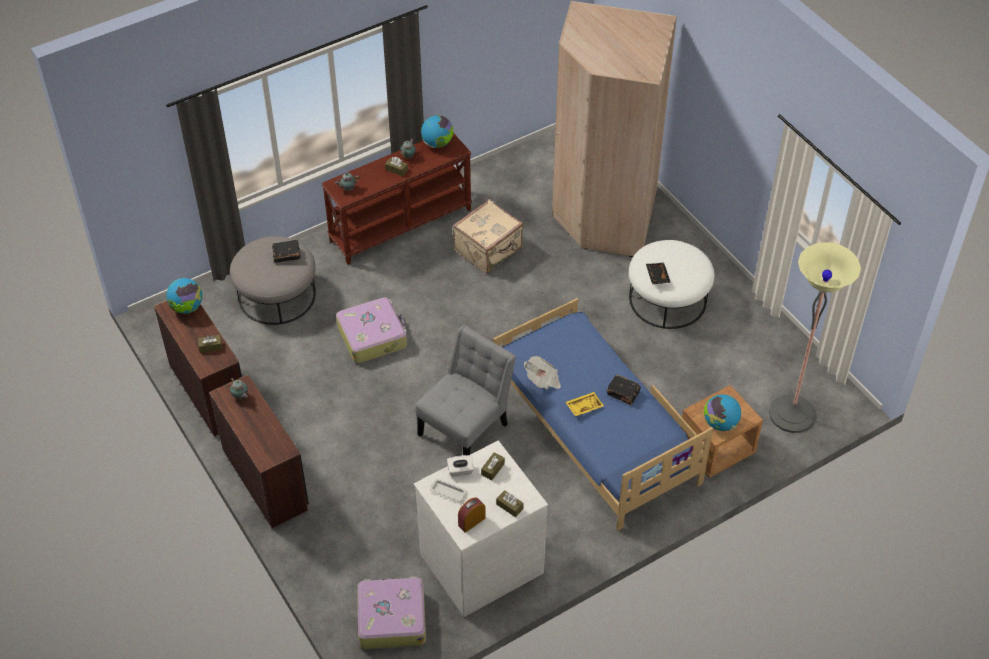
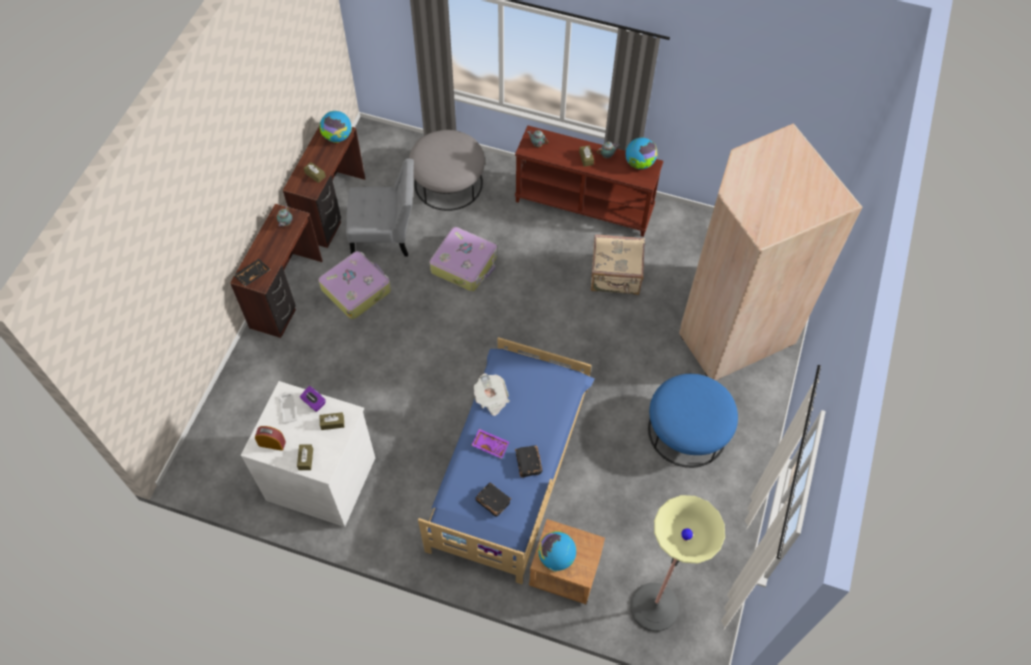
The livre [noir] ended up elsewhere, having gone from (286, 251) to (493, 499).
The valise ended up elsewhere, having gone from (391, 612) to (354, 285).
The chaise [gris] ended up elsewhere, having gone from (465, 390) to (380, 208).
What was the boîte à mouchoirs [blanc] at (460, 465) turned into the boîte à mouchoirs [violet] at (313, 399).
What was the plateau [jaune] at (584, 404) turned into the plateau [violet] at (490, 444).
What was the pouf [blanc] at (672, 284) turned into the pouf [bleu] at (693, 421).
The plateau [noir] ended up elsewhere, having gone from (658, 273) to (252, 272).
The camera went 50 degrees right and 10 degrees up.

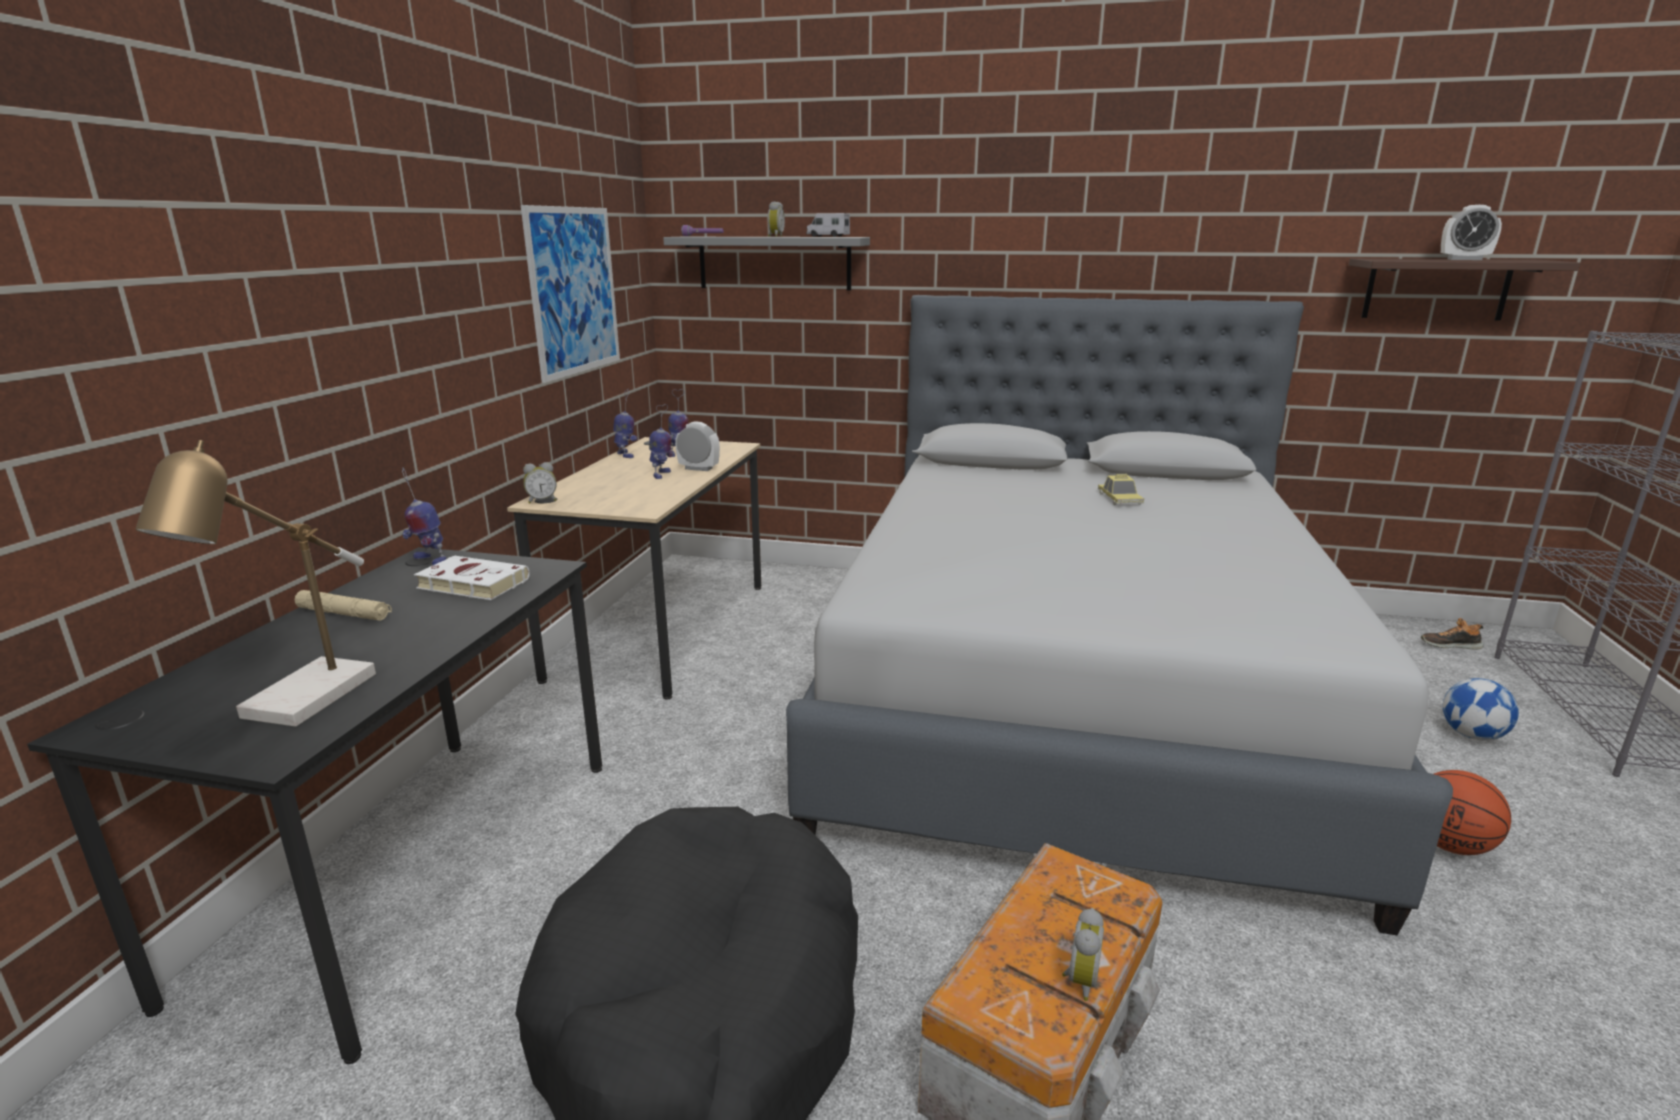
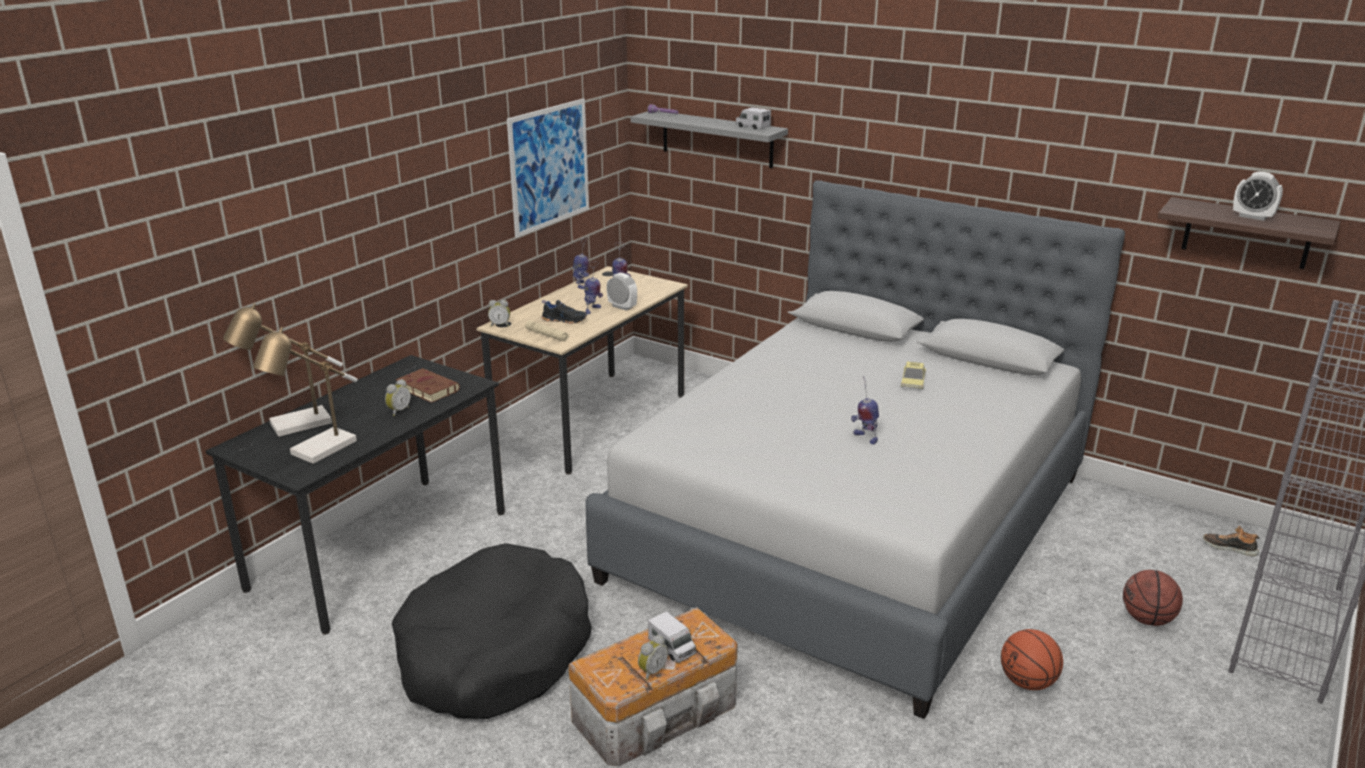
The lampe de poche [beige] ended up elsewhere, having gone from (343, 605) to (547, 331).
The robot jouet ended up elsewhere, having gone from (424, 516) to (865, 410).
What was the livre [blanc] at (472, 577) turned into the livre [marron] at (428, 385).
The réveil ended up elsewhere, having gone from (776, 219) to (398, 397).
Where the ballon de foot stood at (1481, 709), the ballon de basket came to stand at (1153, 598).
The second view gained the lampe de table at (283, 370).
The second view gained the chaussure [noir] at (564, 312).
The second view gained the camion jouet at (672, 637).
The camera went 20 degrees right and 5 degrees up.

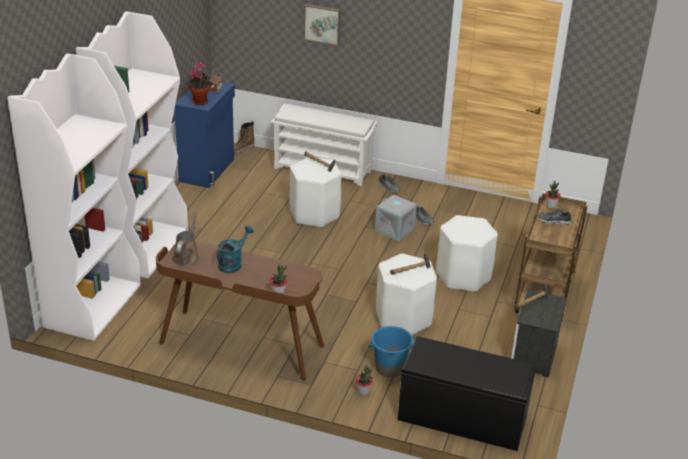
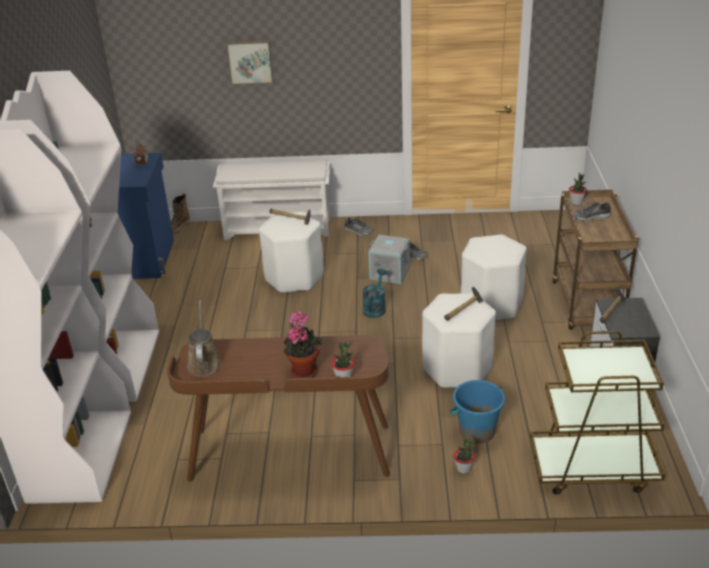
The plante en pot ended up elsewhere, having gone from (199, 83) to (302, 344).
The arrosoir [turquoise] ended up elsewhere, having gone from (235, 249) to (374, 293).
Where the banc [noir] stood at (467, 393), the chariot [marron] came to stand at (597, 412).
The camera went 15 degrees left and 0 degrees up.

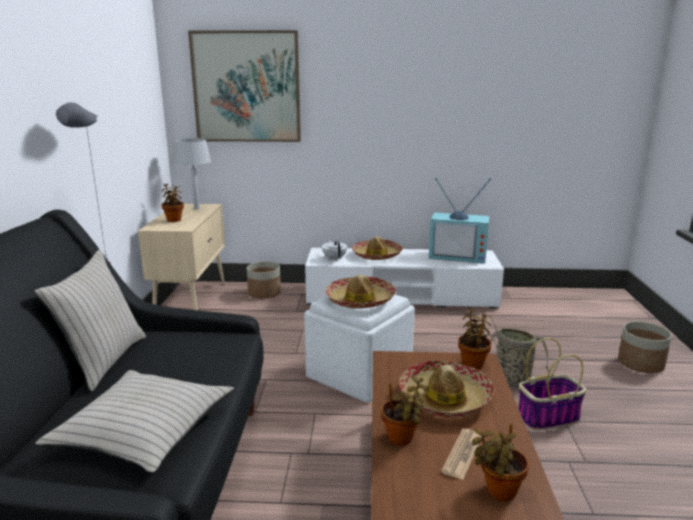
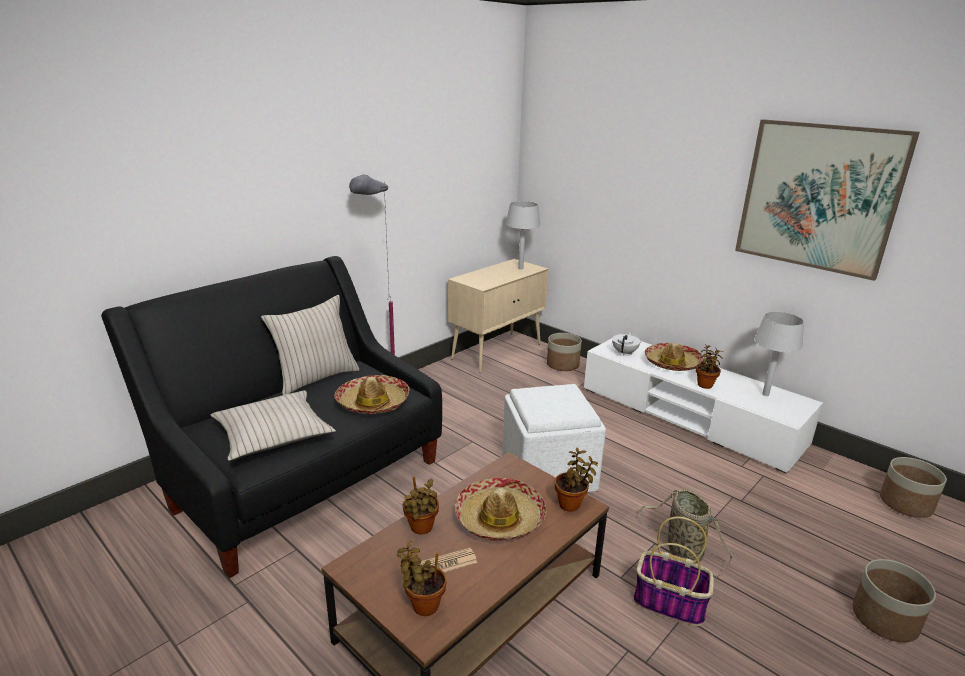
The plante en pot ended up elsewhere, having gone from (172, 202) to (709, 366).
The tableau ended up elsewhere, having gone from (244, 86) to (827, 200).
The chapeau ended up elsewhere, having gone from (361, 291) to (371, 394).
Where the téléviseur stood at (460, 221), the lampe de table [gris] came to stand at (779, 354).
The second view gained the cache-pot at (913, 487).
The camera went 40 degrees right and 5 degrees up.

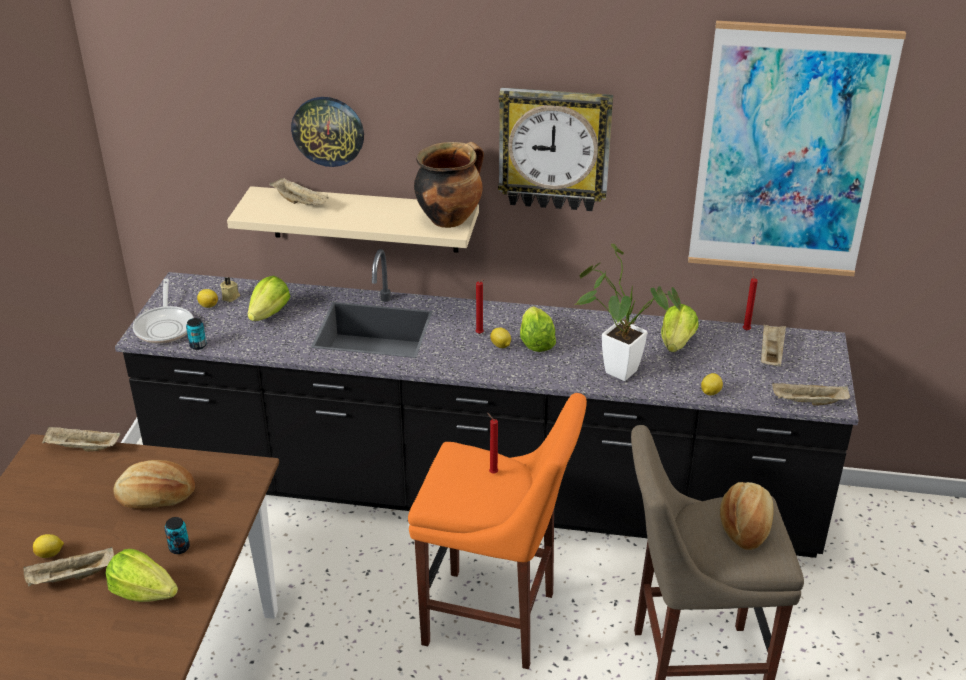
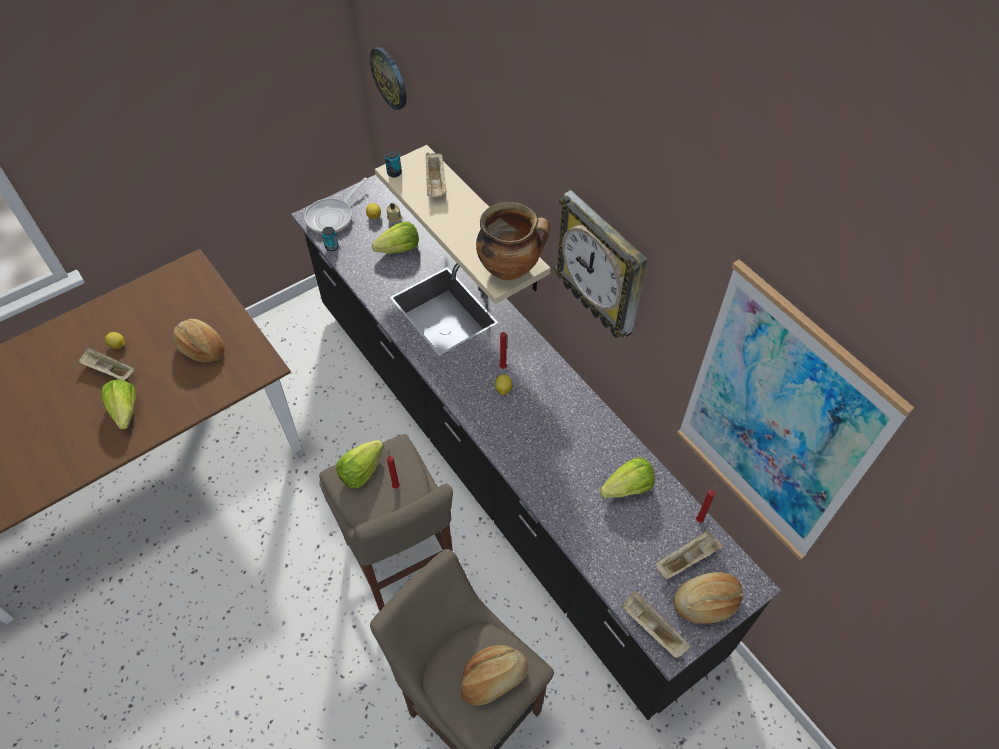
The second view lost the plateau [beige] at (81, 439).
The boîte métallique ended up elsewhere, having gone from (177, 535) to (393, 164).
The horloge murale ended up elsewhere, having gone from (327, 132) to (388, 78).
What was the tabouret [orange] at (497, 531) turned into the tabouret [beige] at (386, 522).
The laitue ended up elsewhere, having gone from (538, 329) to (360, 464).
The second view lost the plante en pot at (627, 312).
The second view lost the citron at (712, 384).
The second view gained the pain at (708, 598).
The camera went 45 degrees right and 20 degrees up.

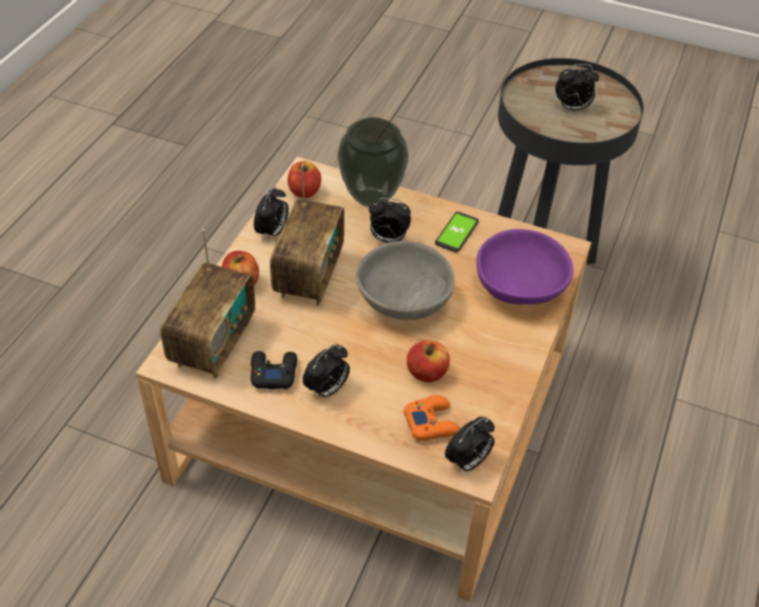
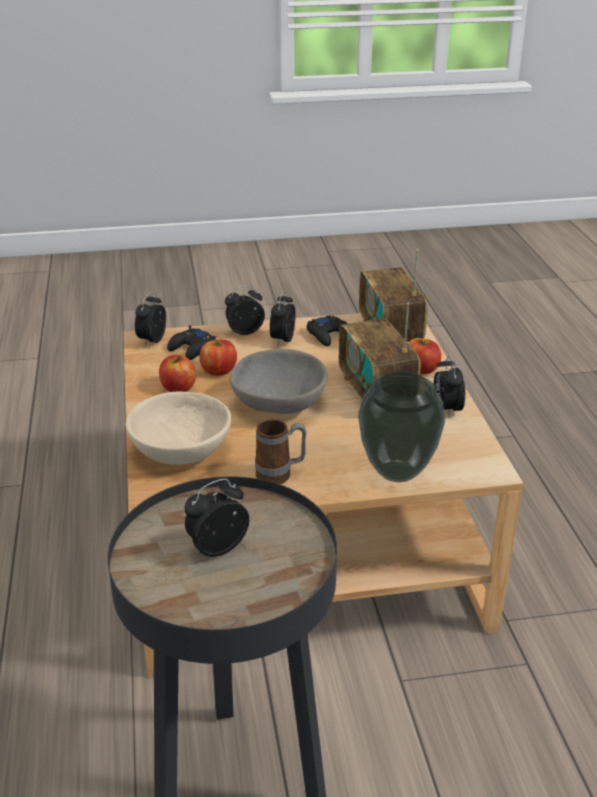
The pomme ended up elsewhere, having gone from (304, 179) to (177, 373).
The réveil ended up elsewhere, having gone from (390, 220) to (245, 310).
What was the manette [orange] at (431, 418) turned into the manette [noir] at (191, 342).
Where the téléphone stood at (457, 232), the mug came to stand at (281, 451).
What was the bol [violet] at (524, 266) turned into the bol [beige] at (178, 428).
The camera went 150 degrees right and 15 degrees down.

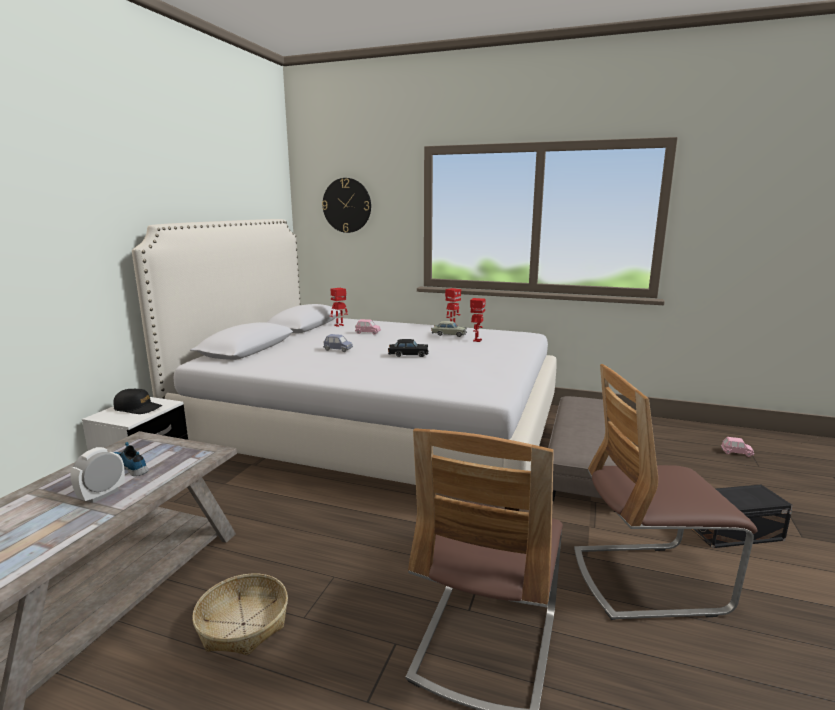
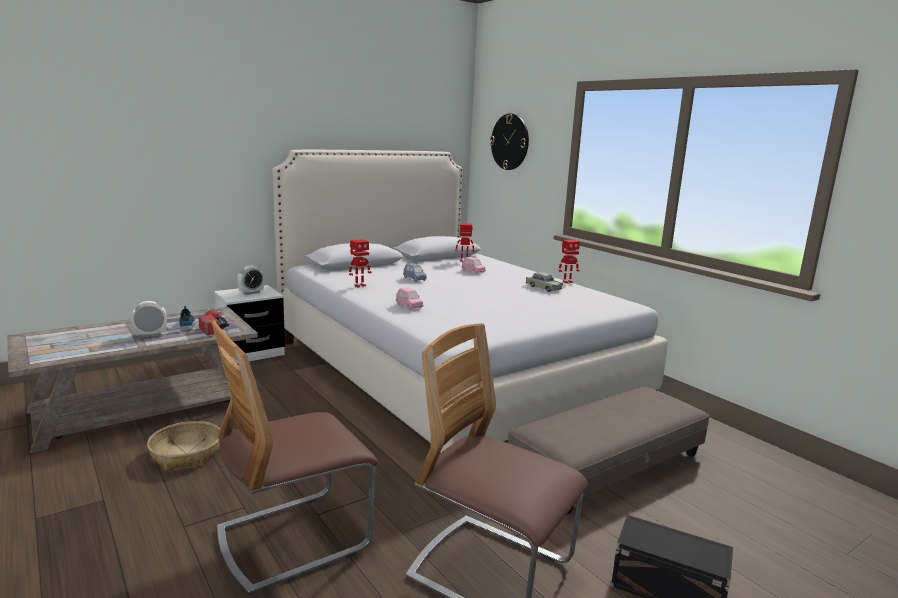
Where the casquette [noir] stood at (137, 401), the réveil came to stand at (250, 280).
The second view lost the petite voiture [noir] at (408, 348).
The robot jouet ended up elsewhere, having gone from (478, 320) to (360, 263).
The petite voiture [rose] ended up elsewhere, having gone from (737, 447) to (409, 298).
The second view gained the lampe de poche at (213, 322).
The camera went 35 degrees right and 0 degrees up.

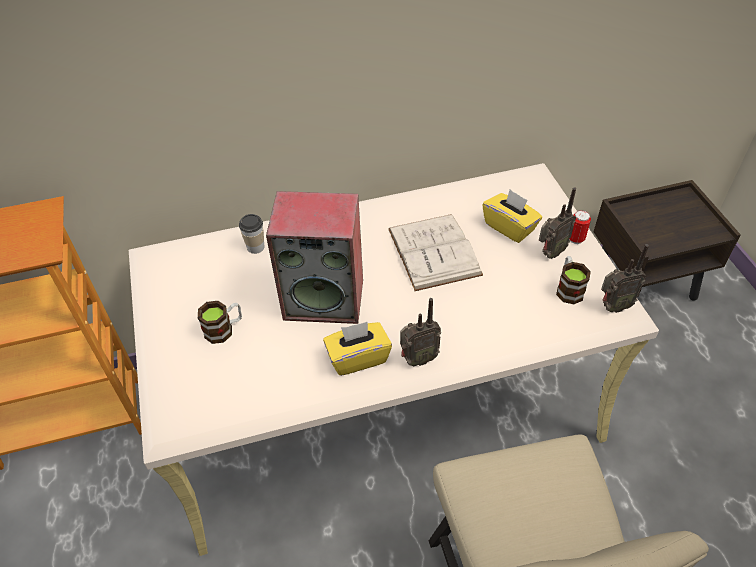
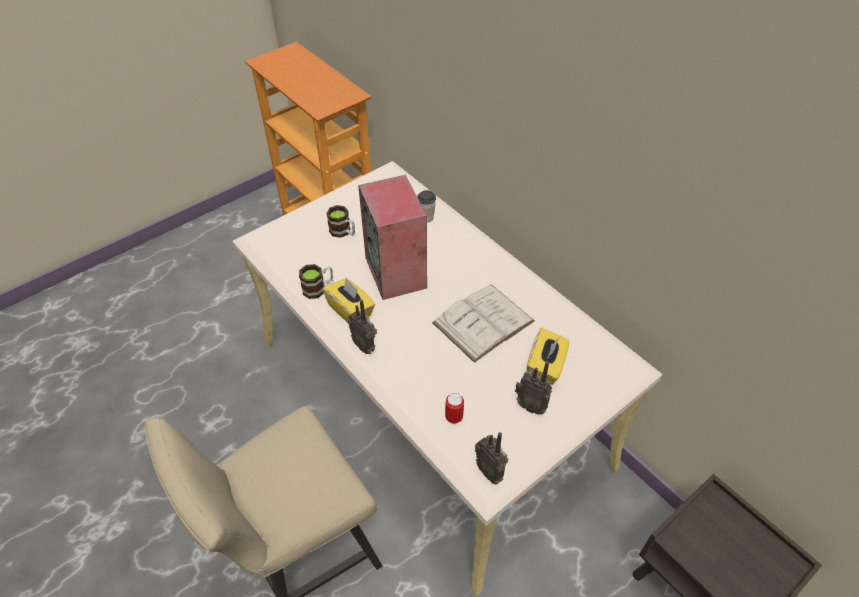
The mug ended up elsewhere, having gone from (573, 280) to (316, 281).
The boîte métallique ended up elsewhere, having gone from (580, 227) to (454, 408).
The camera went 65 degrees right and 0 degrees up.

